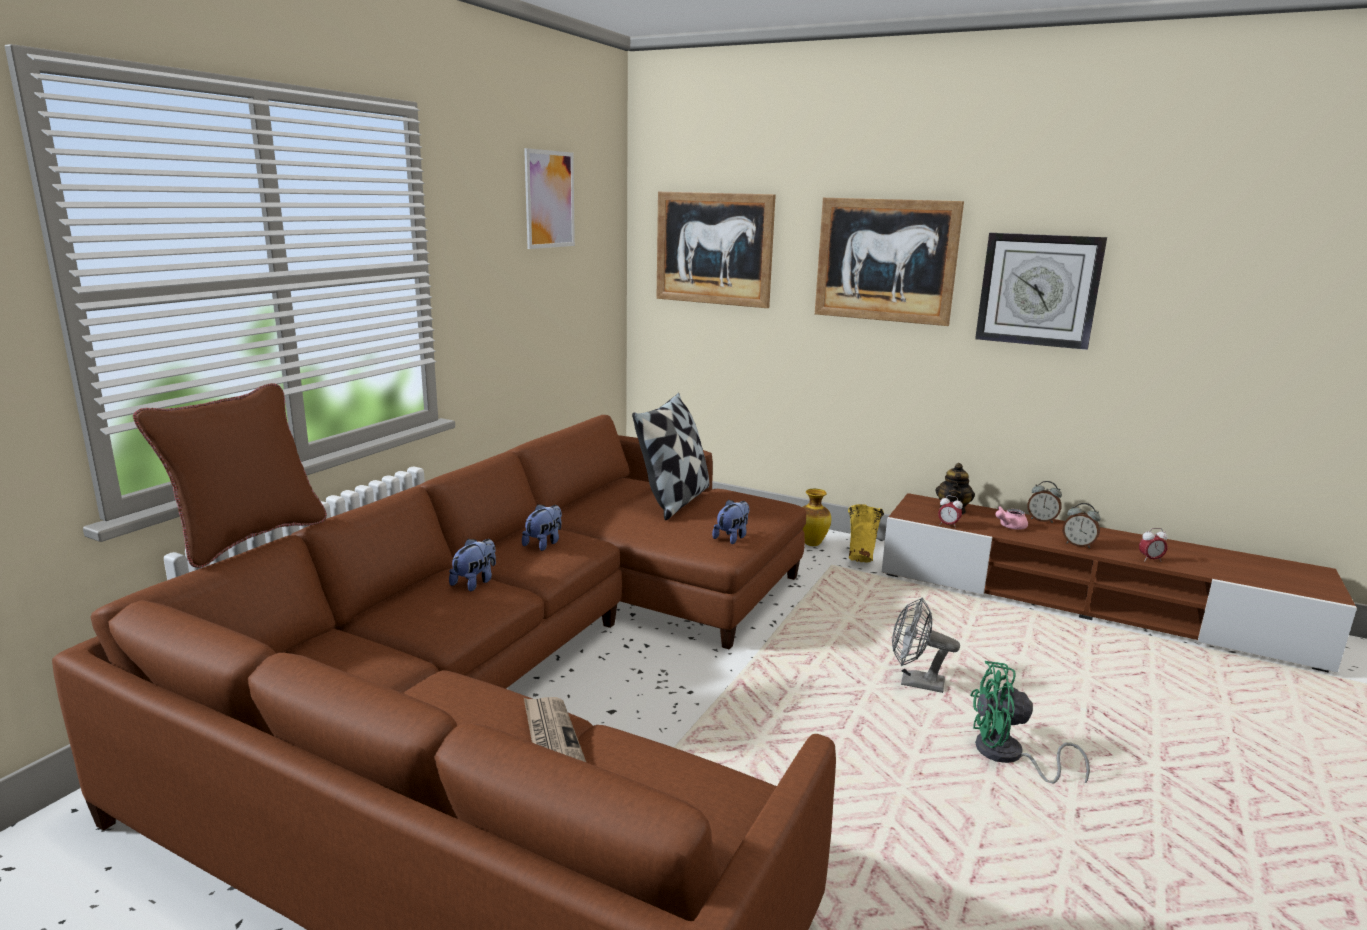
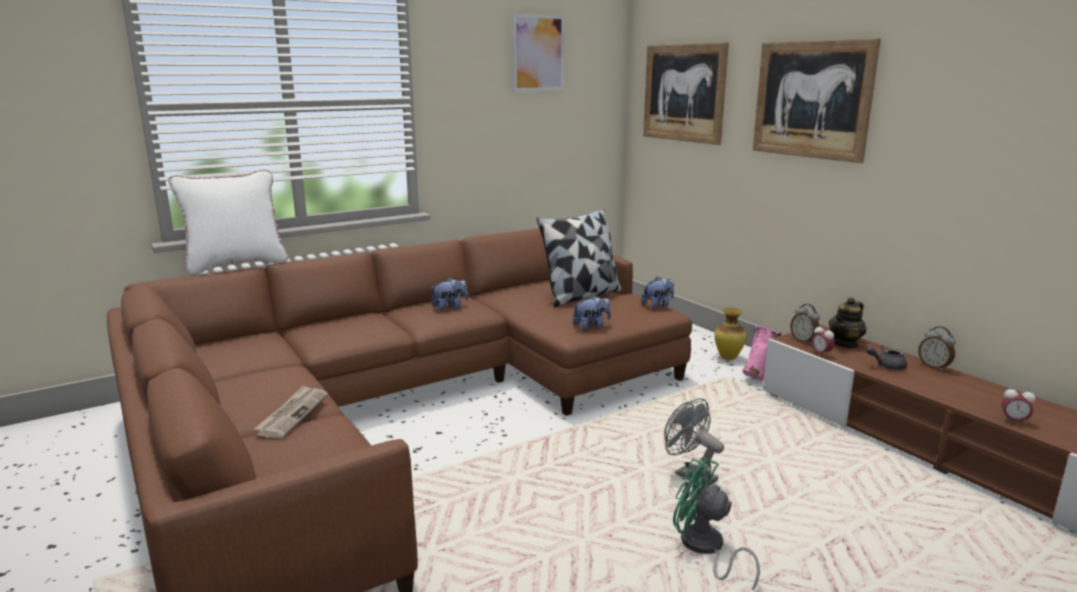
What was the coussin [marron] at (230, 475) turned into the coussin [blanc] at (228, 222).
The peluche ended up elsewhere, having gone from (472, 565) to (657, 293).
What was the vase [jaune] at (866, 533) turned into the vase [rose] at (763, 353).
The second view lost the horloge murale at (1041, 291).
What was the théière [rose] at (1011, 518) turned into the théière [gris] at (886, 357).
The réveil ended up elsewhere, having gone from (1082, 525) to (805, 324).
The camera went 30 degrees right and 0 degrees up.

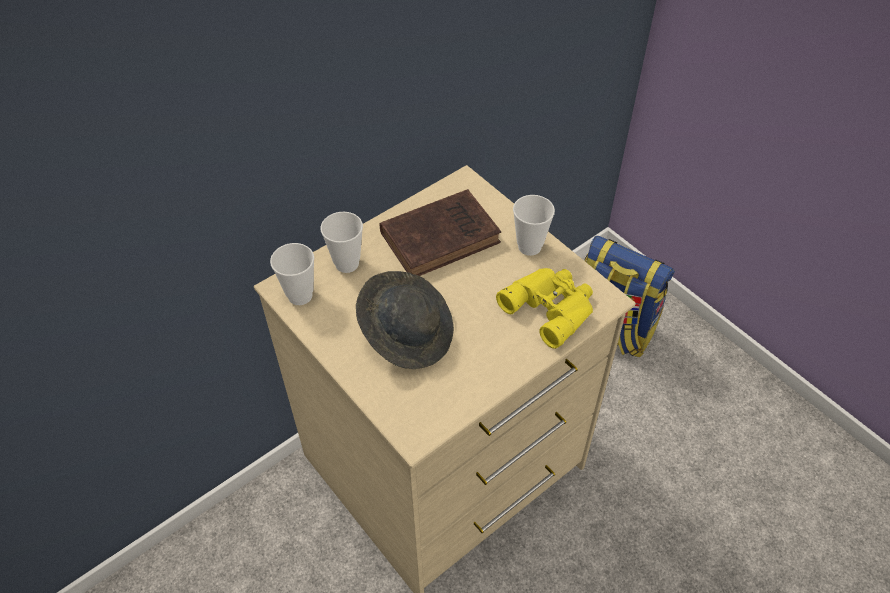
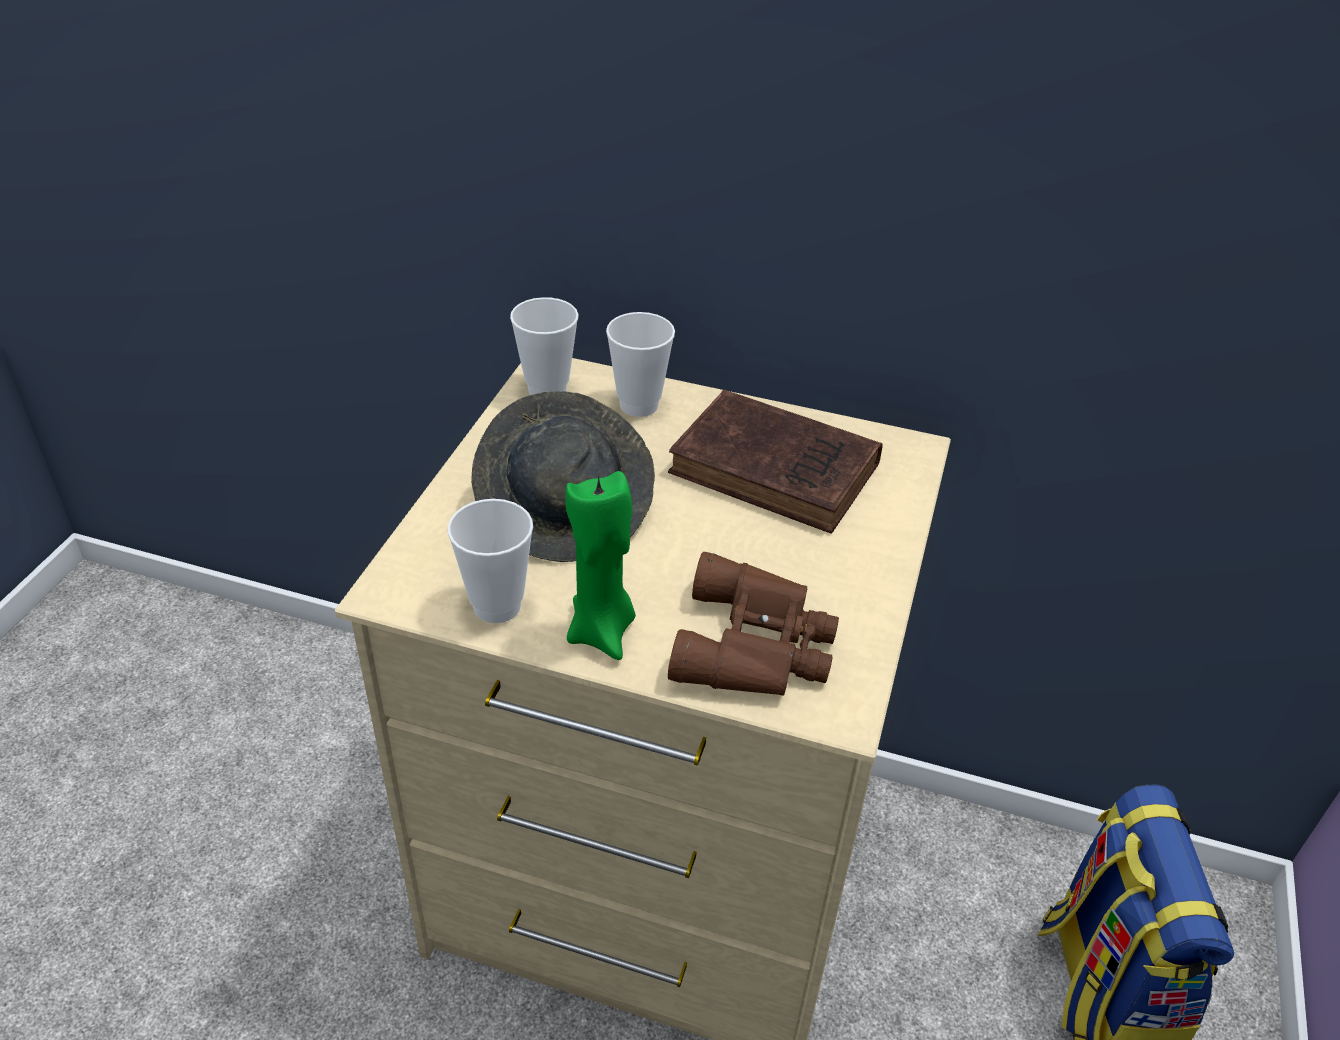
What was the jumelles [jaune] at (544, 308) turned into the jumelles [marron] at (753, 624).
The tasse ended up elsewhere, having gone from (534, 225) to (490, 561).
The second view gained the bougie [vert] at (600, 565).
The camera went 55 degrees right and 10 degrees down.

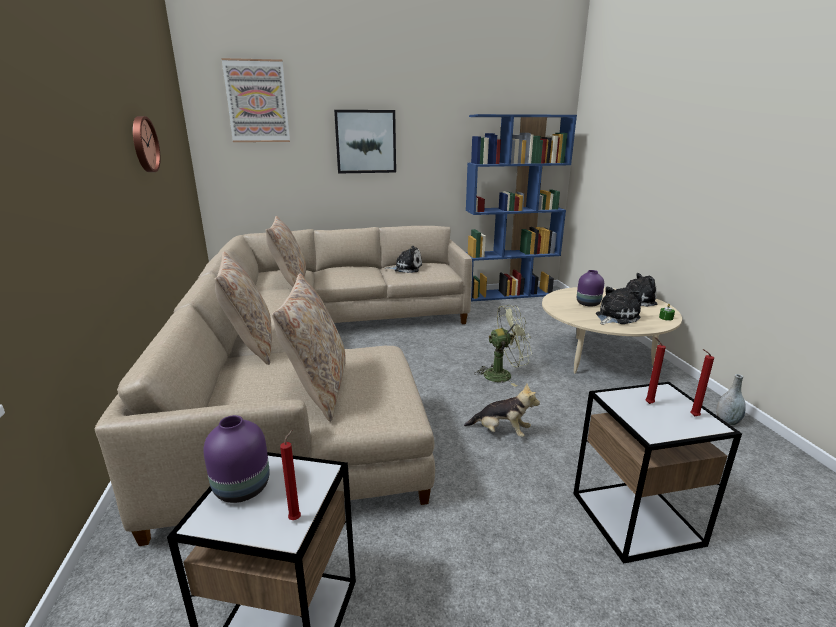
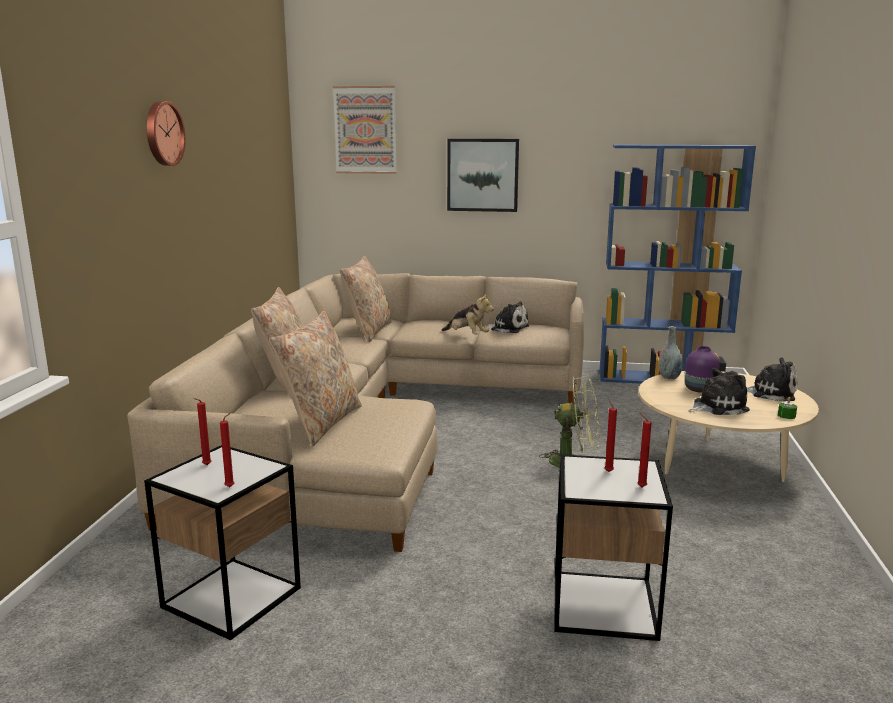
The horloge murale ended up elsewhere, having gone from (147, 144) to (166, 133).
Where the vase [violet] stood at (236, 459), the bougie [rouge] came to stand at (202, 431).
The peluche ended up elsewhere, having gone from (502, 410) to (468, 313).
The vase [gris] ended up elsewhere, having gone from (731, 399) to (670, 353).
The camera went 20 degrees right and 5 degrees down.

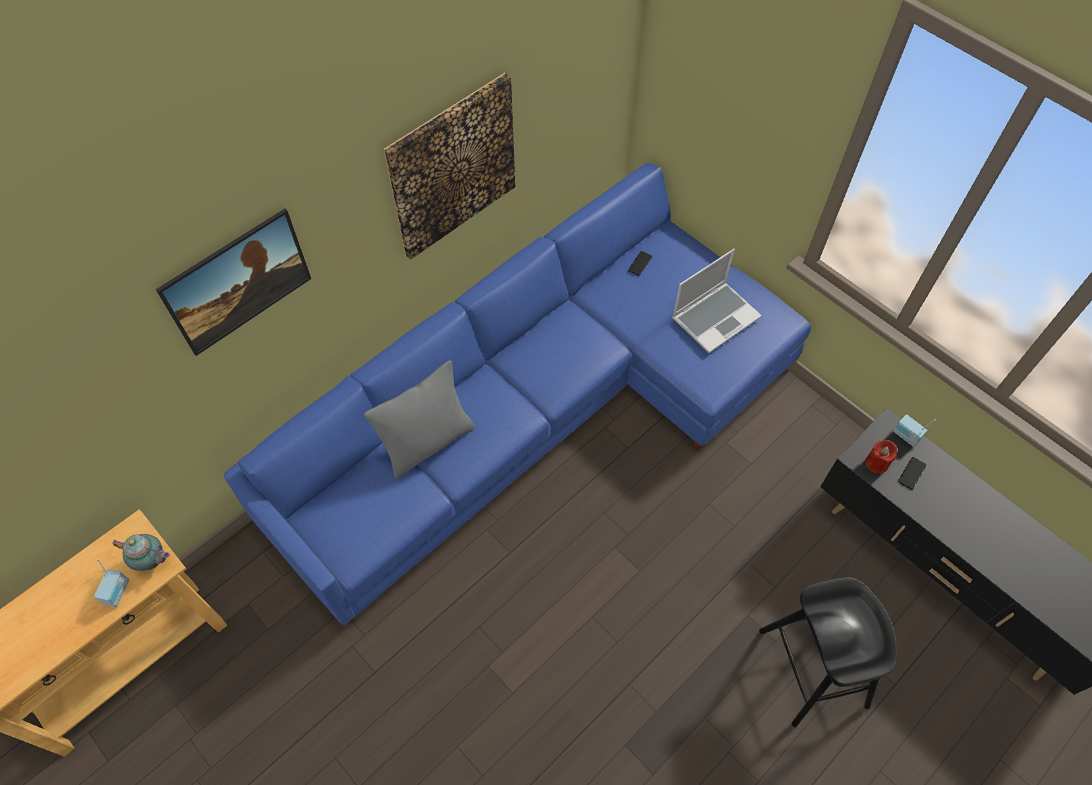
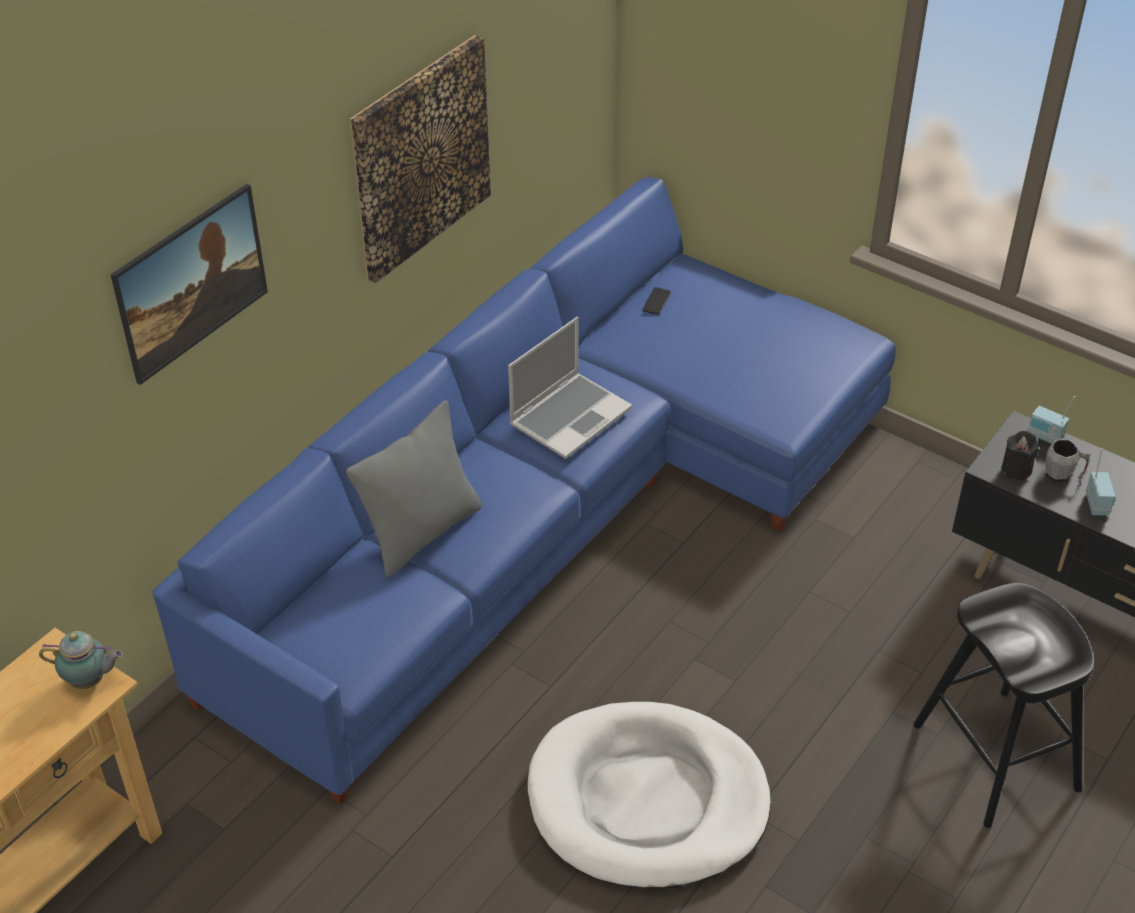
The radio ended up elsewhere, having gone from (111, 583) to (1101, 482).
The ordinateur portable ended up elsewhere, having gone from (717, 301) to (570, 388).
What was the bougie [rouge] at (881, 457) turned into the bougie [noir] at (1019, 455).
Where the téléphone stood at (912, 473), the mug [gris] came to stand at (1068, 460).
The second view gained the panier pour chien [blanc] at (649, 795).
The camera went 10 degrees left and 15 degrees down.

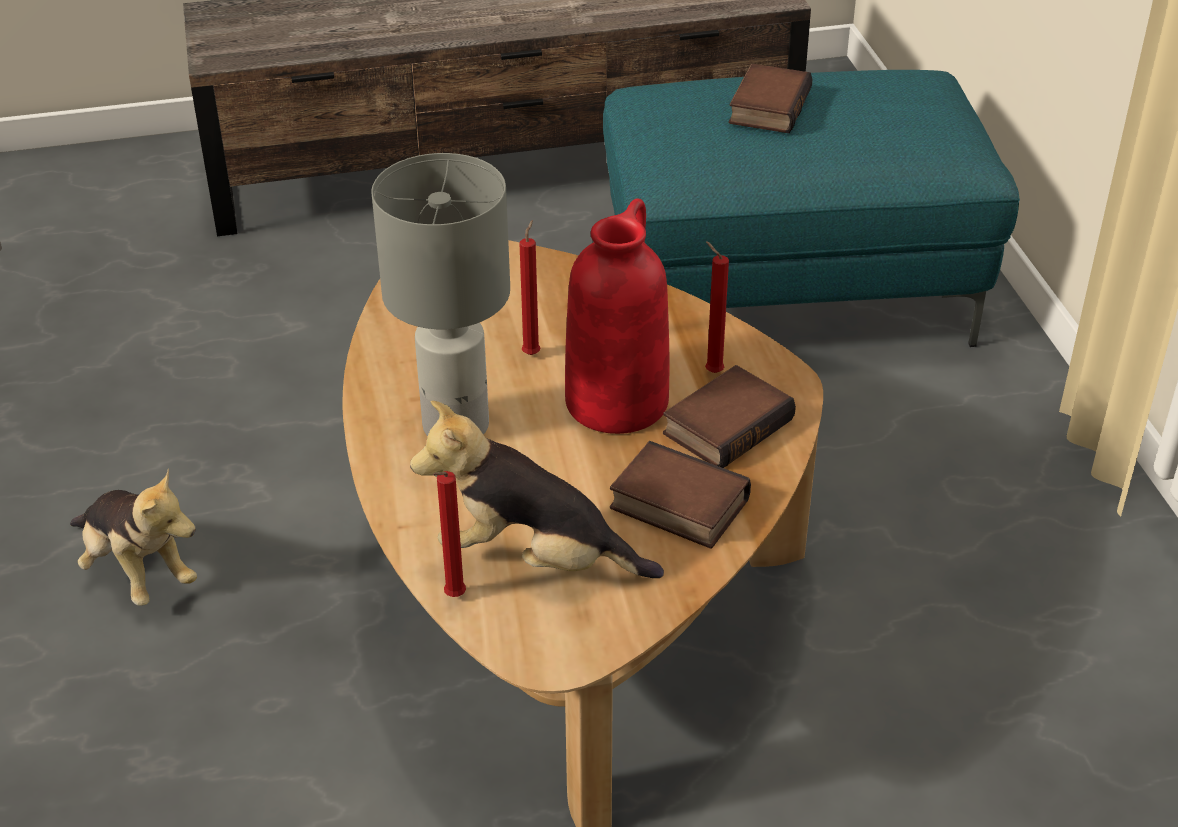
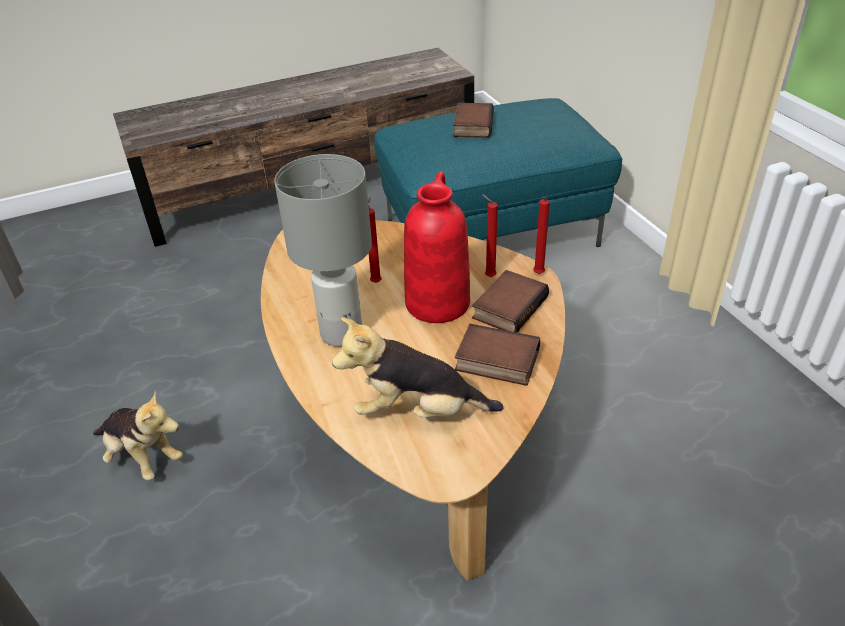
The bougie [rouge] ended up elsewhere, having gone from (449, 534) to (541, 235).
The camera went 10 degrees left and 0 degrees up.

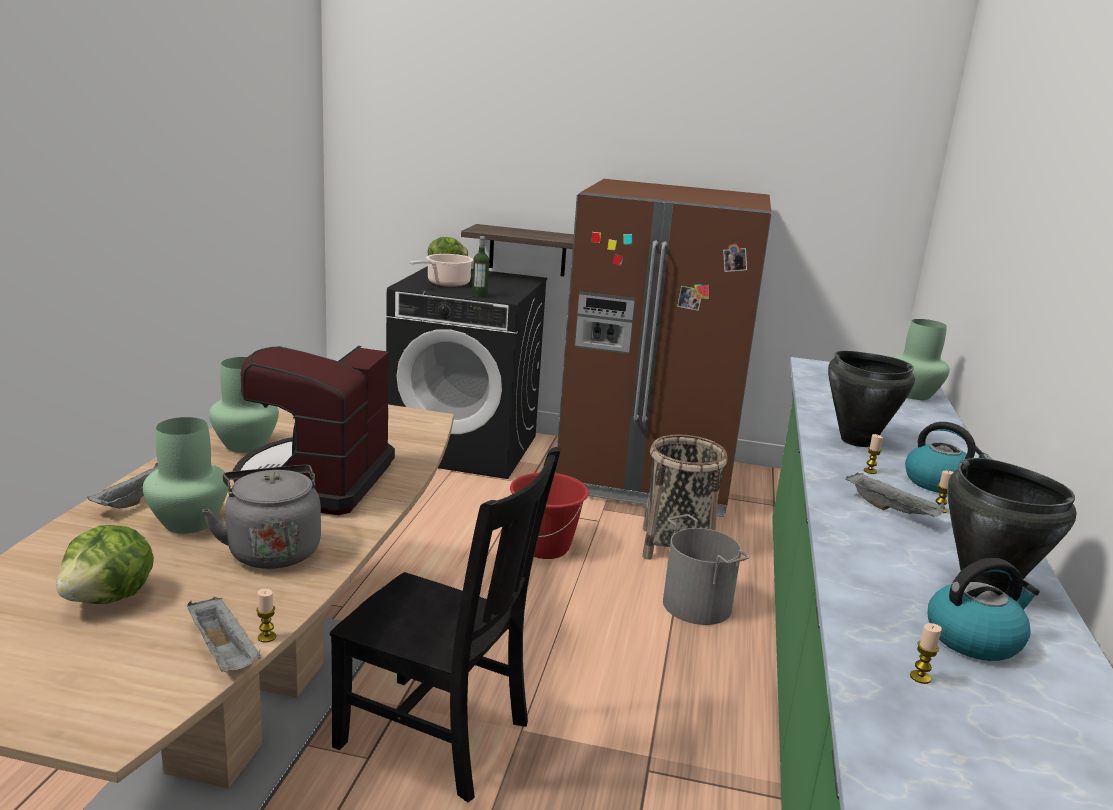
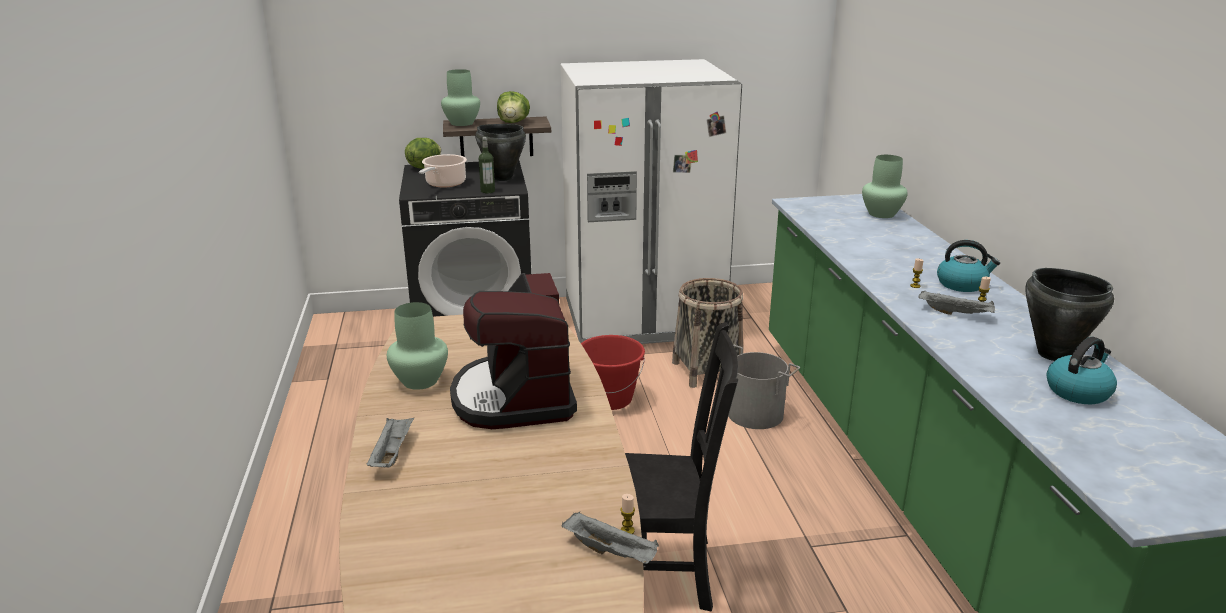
The laitue ended up elsewhere, having gone from (105, 564) to (513, 107).
The vase [vert] ended up elsewhere, having gone from (185, 475) to (460, 97).
The second view lost the bouilloire [gris] at (261, 517).
What was the réfrigérateur [marron] at (663, 348) turned into the réfrigérateur [blanc] at (651, 201).
The marmite [noir] ended up elsewhere, having gone from (871, 399) to (500, 152).
The second view lost the bougie at (926, 653).
The camera went 20 degrees left and 5 degrees up.

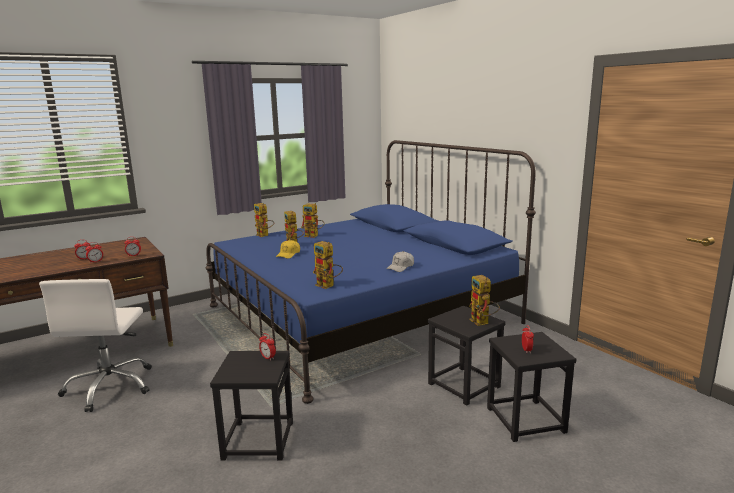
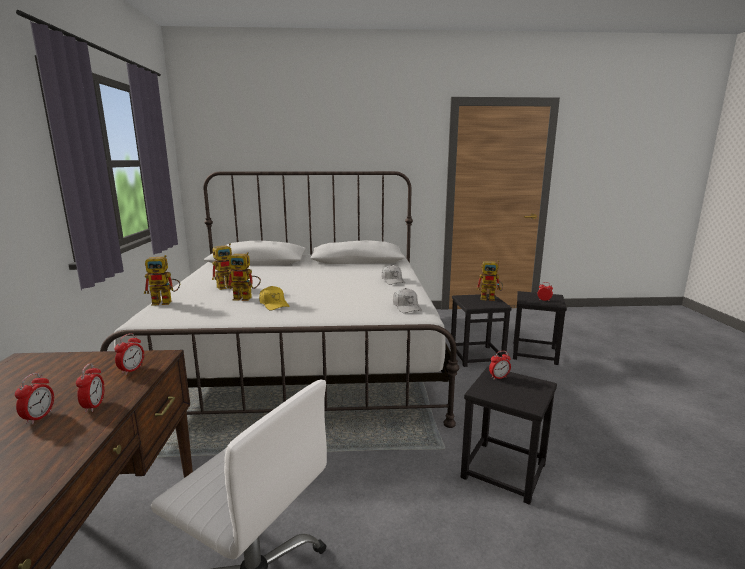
What was the lit [bleu] at (371, 272) turned into the lit [blanc] at (279, 299).
Where the robot jouet stood at (328, 265), the casquette [blanc] came to stand at (407, 300).
The camera went 60 degrees left and 0 degrees up.

